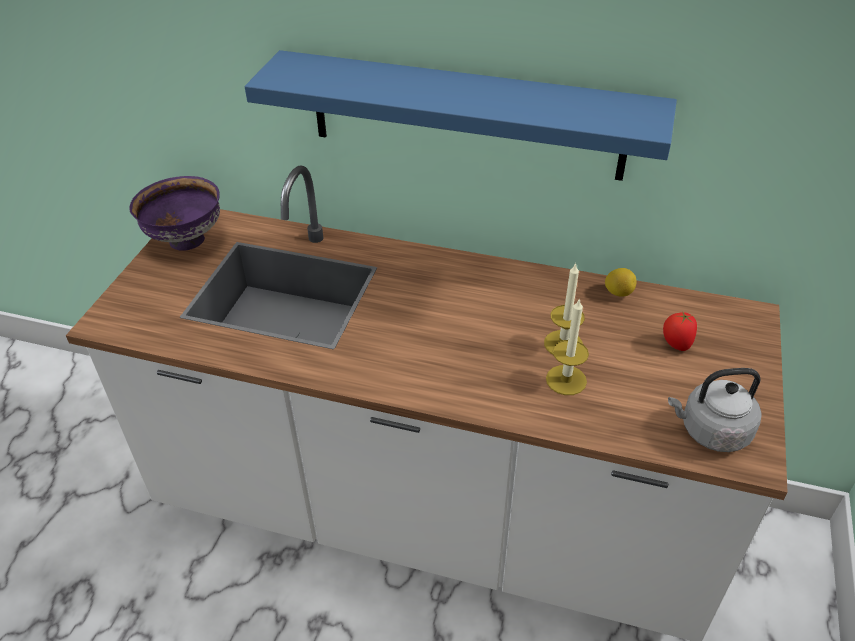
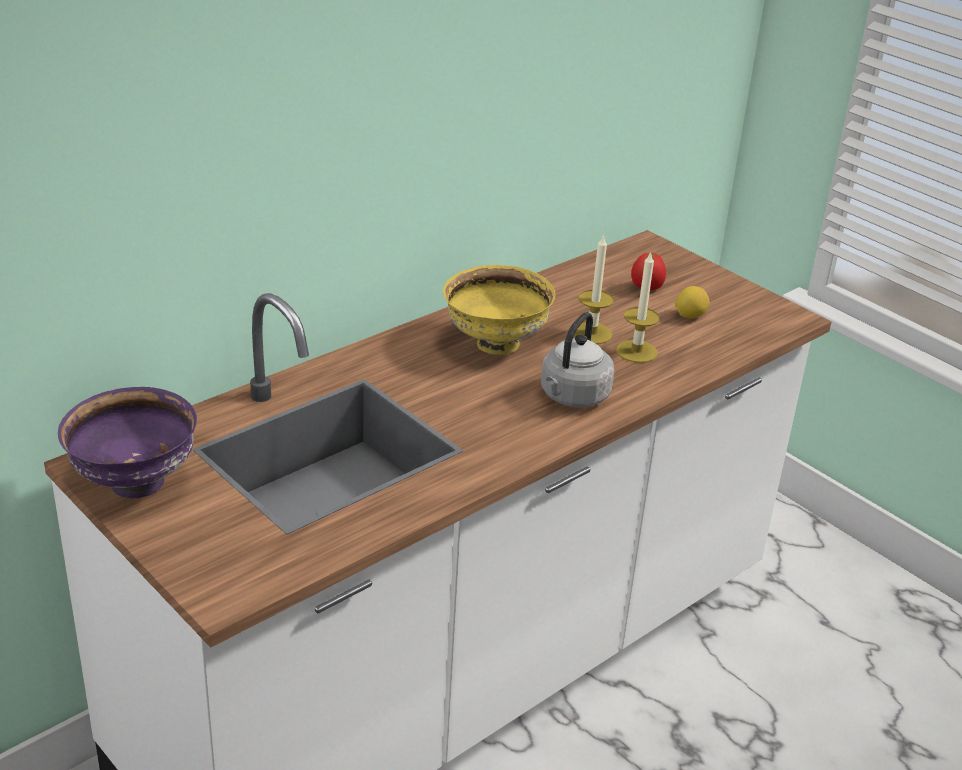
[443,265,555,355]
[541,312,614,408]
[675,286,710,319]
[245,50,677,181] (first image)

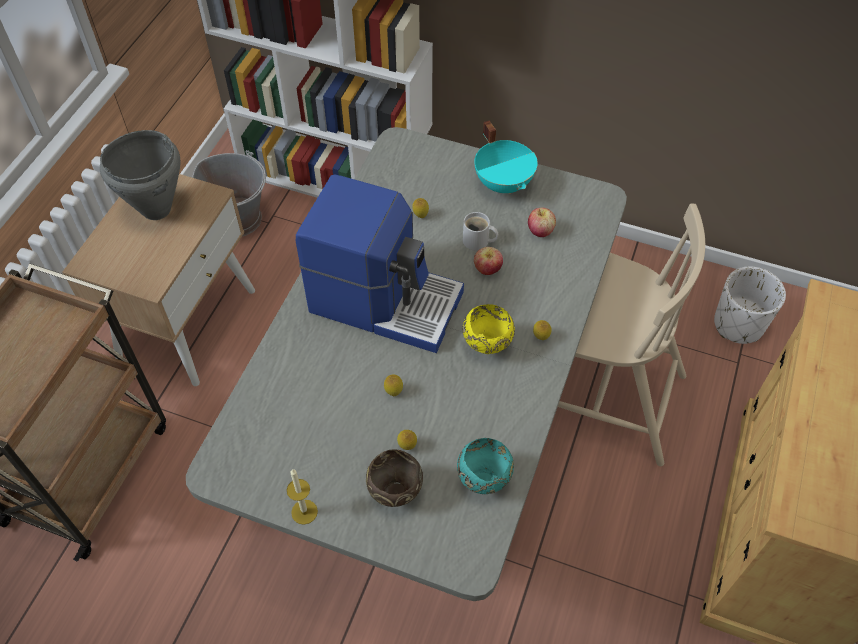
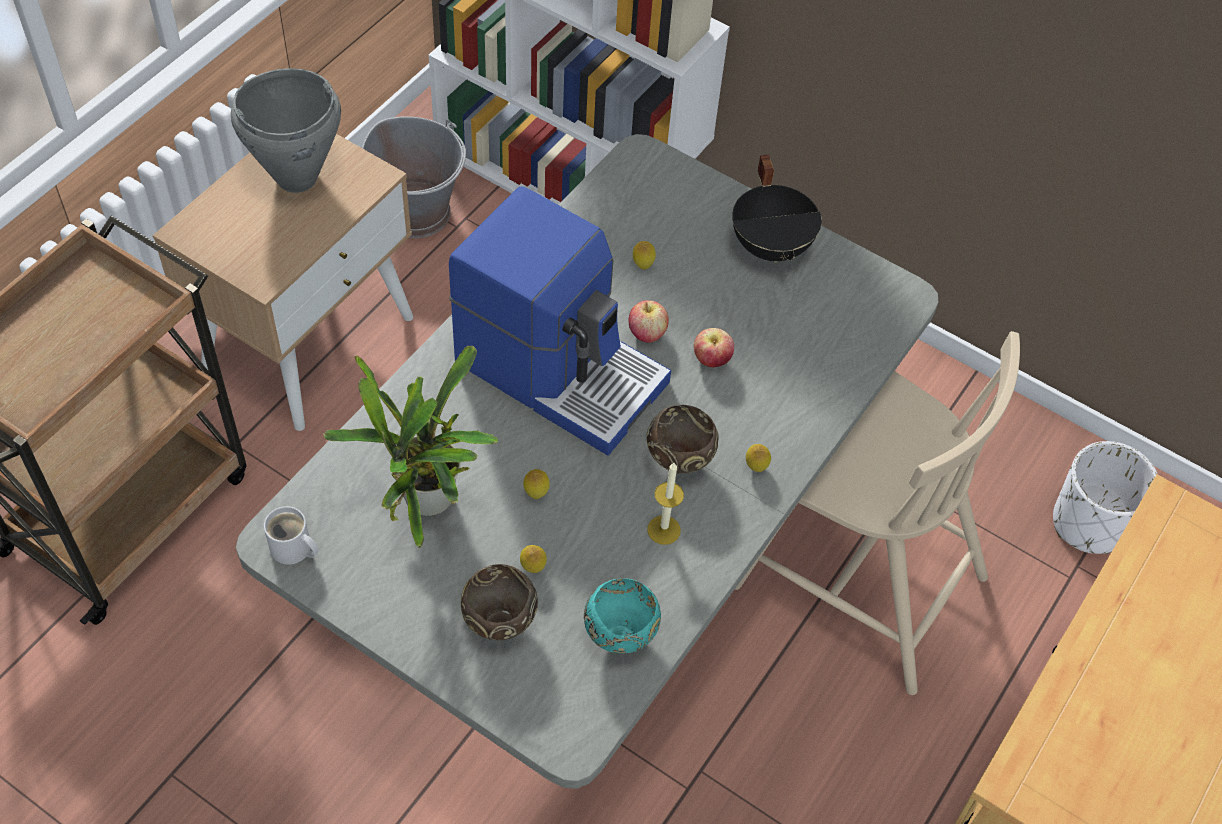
[264,506,318,565]
[323,346,498,548]
[629,300,669,343]
[647,405,719,473]
[647,463,684,545]
[732,155,822,262]

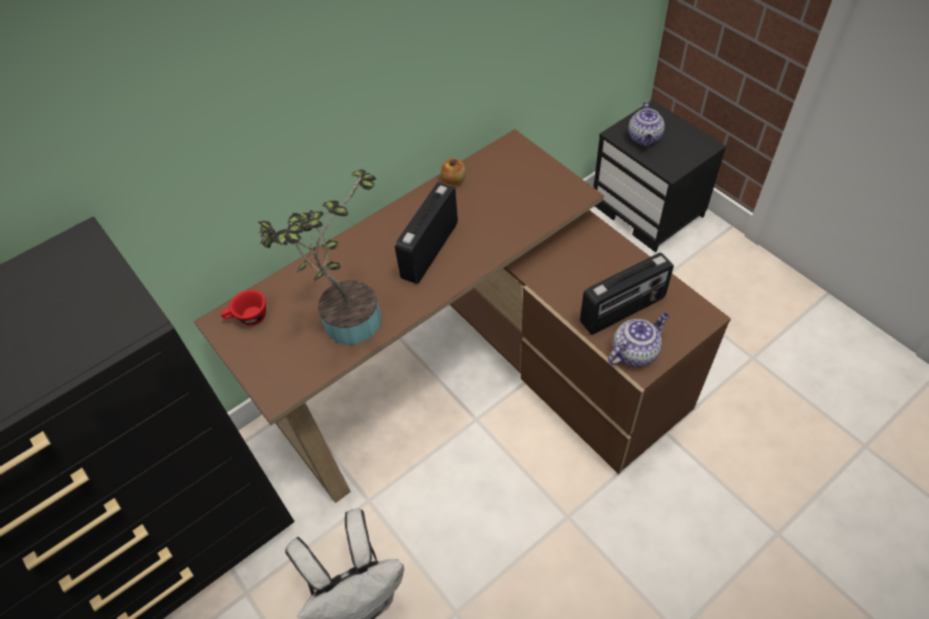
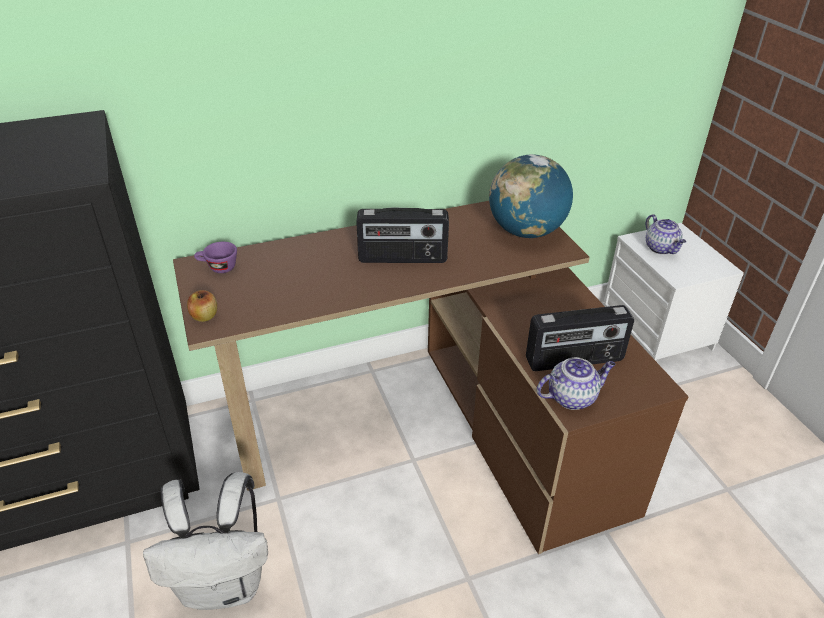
[187,290,217,322]
[194,242,237,273]
[356,208,449,263]
[489,154,573,238]
[603,223,744,361]
[646,214,686,255]
[258,169,381,345] (first image)

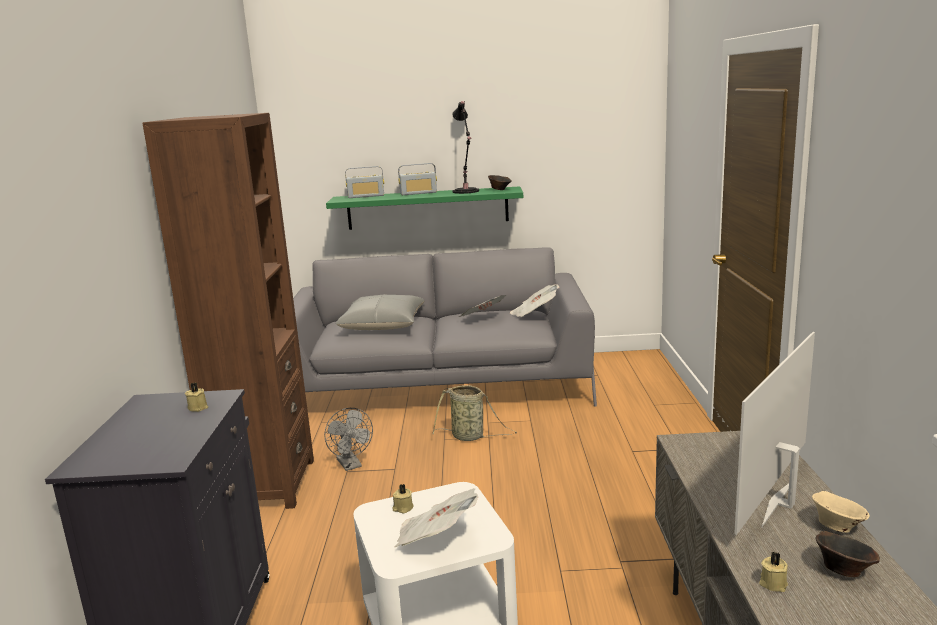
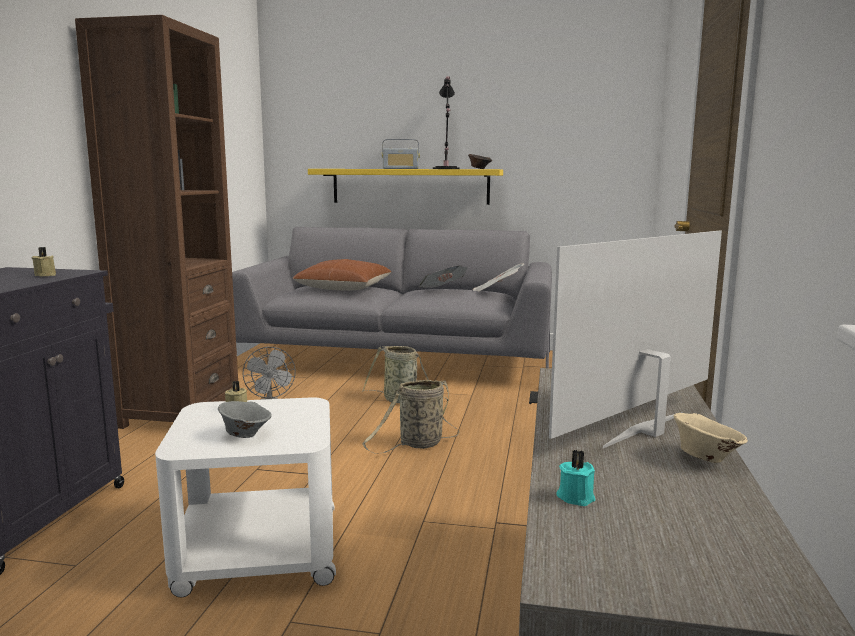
[218,401,272,438]
[293,259,391,291]
[308,169,503,205]
[362,380,460,454]
[556,450,595,506]
[345,166,384,198] (first image)
[816,531,880,577] (first image)

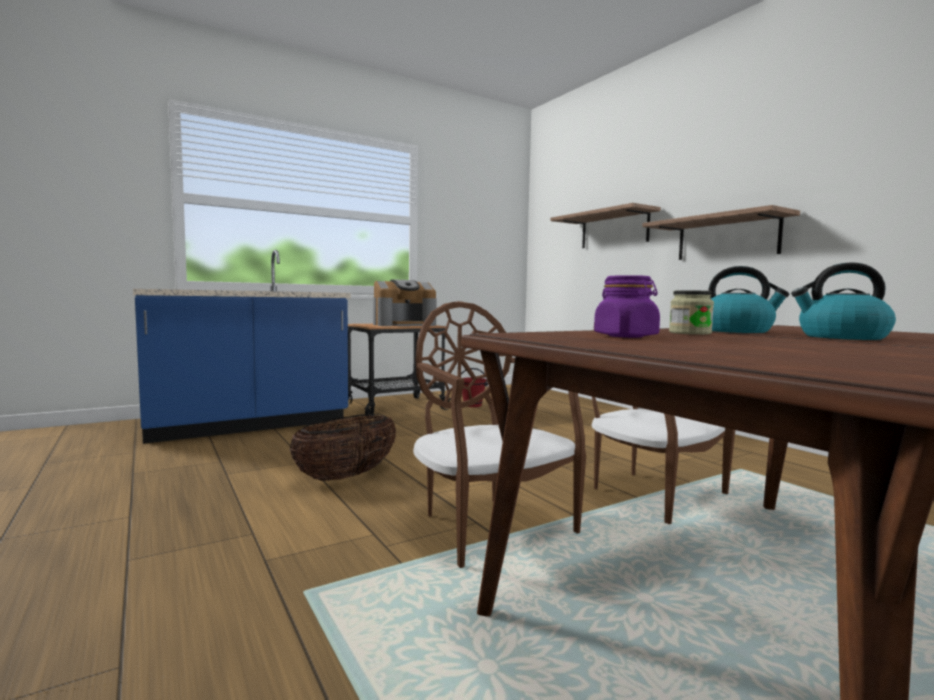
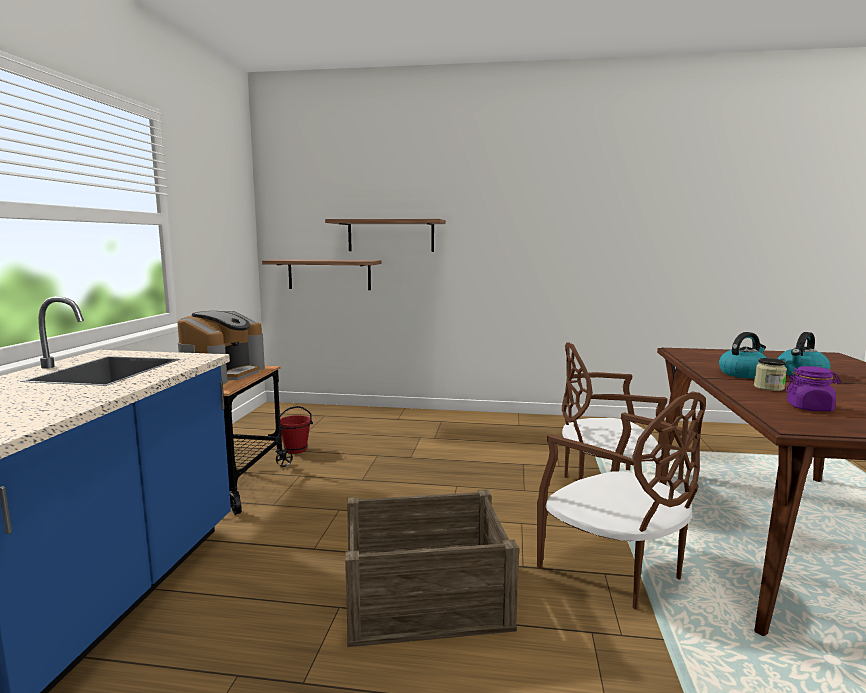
[262,259,381,290]
[345,490,519,647]
[537,391,706,609]

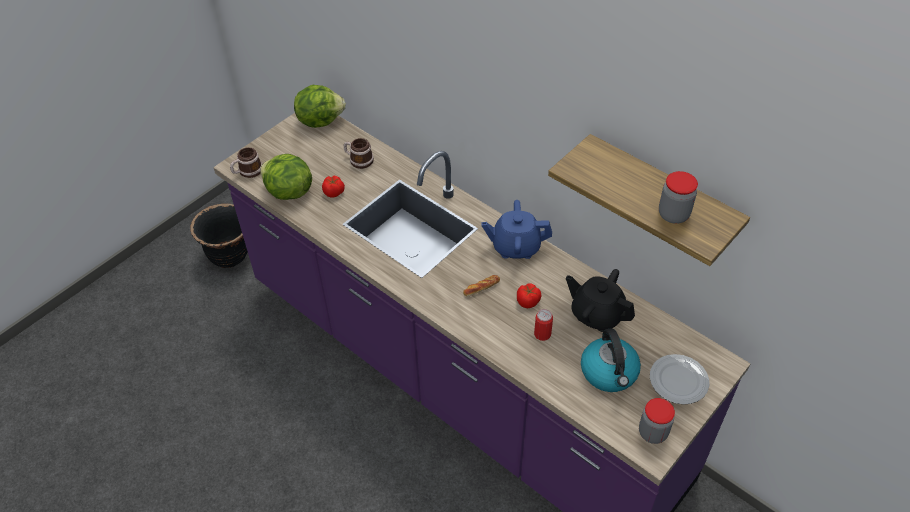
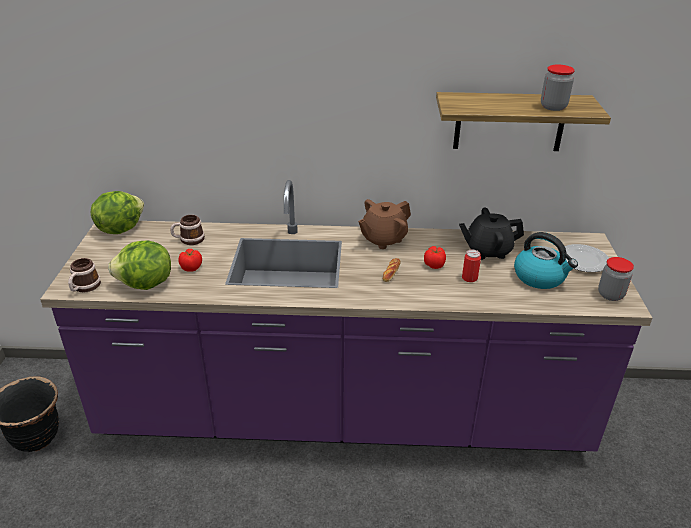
[358,199,411,249]

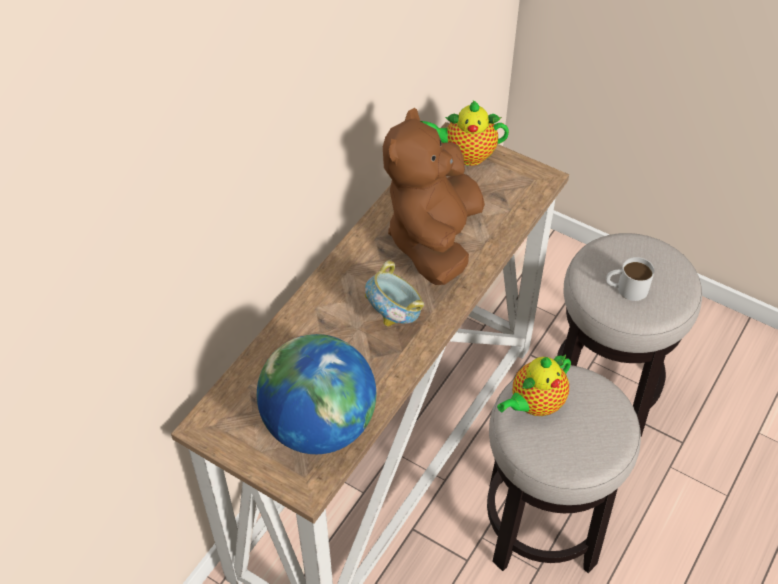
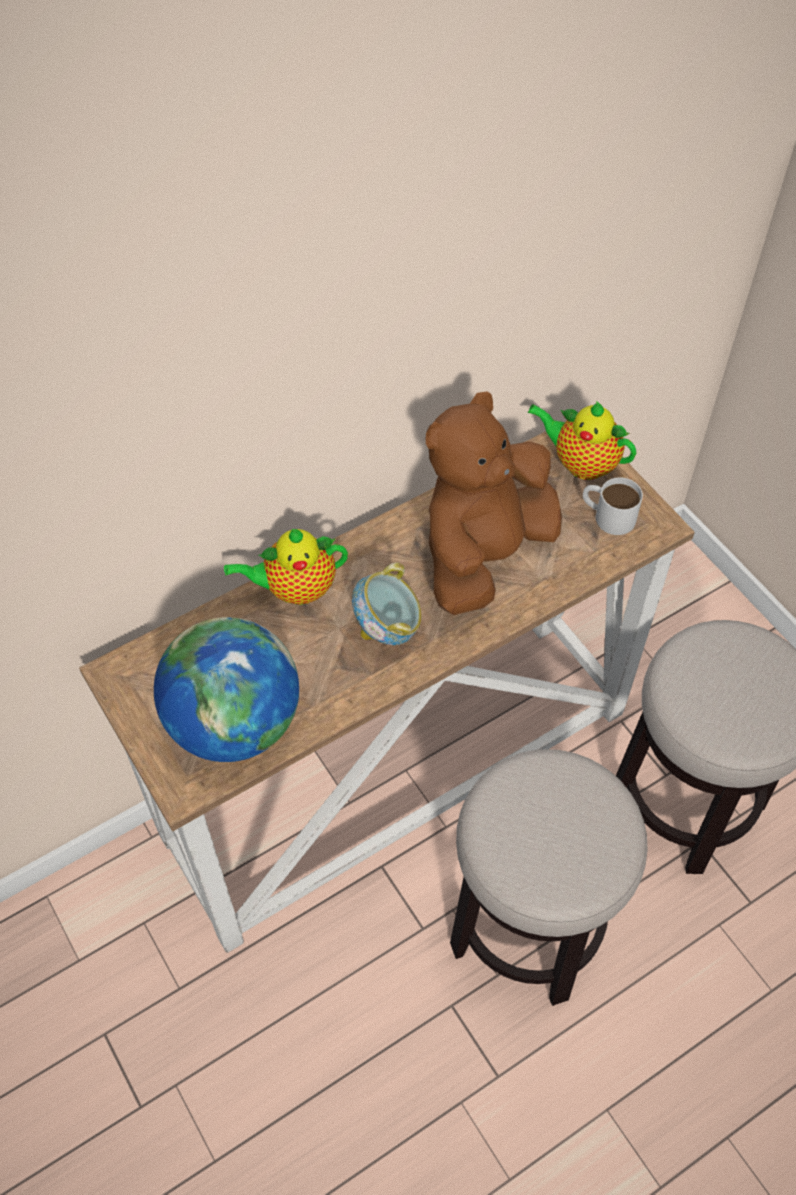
[224,529,348,605]
[583,477,643,535]

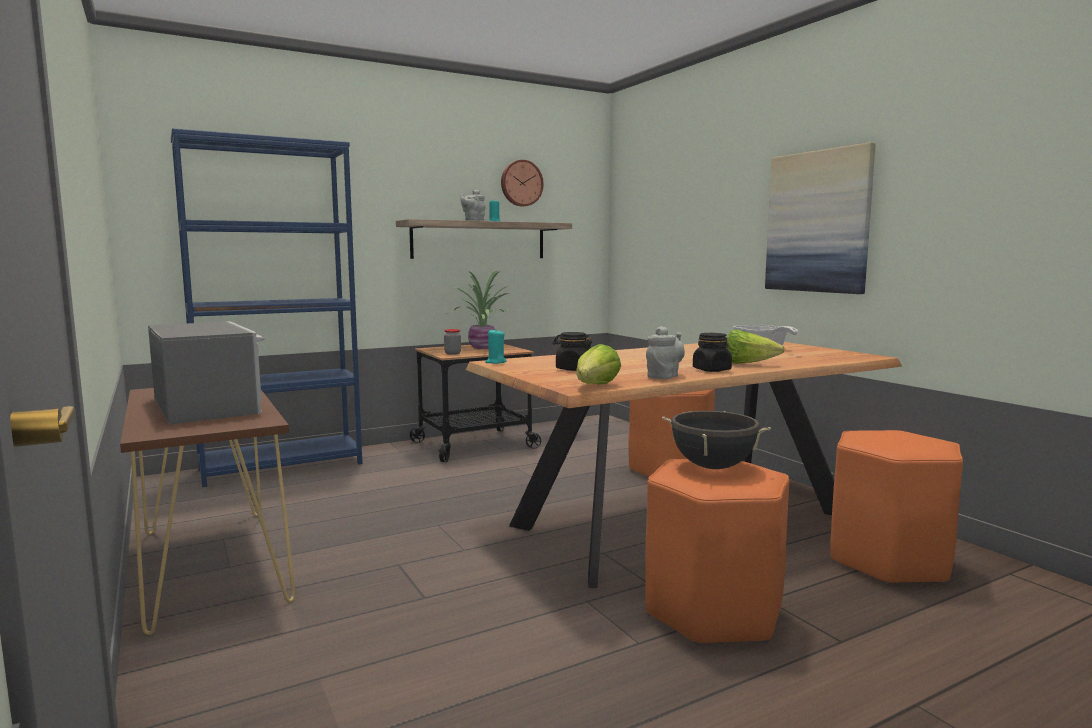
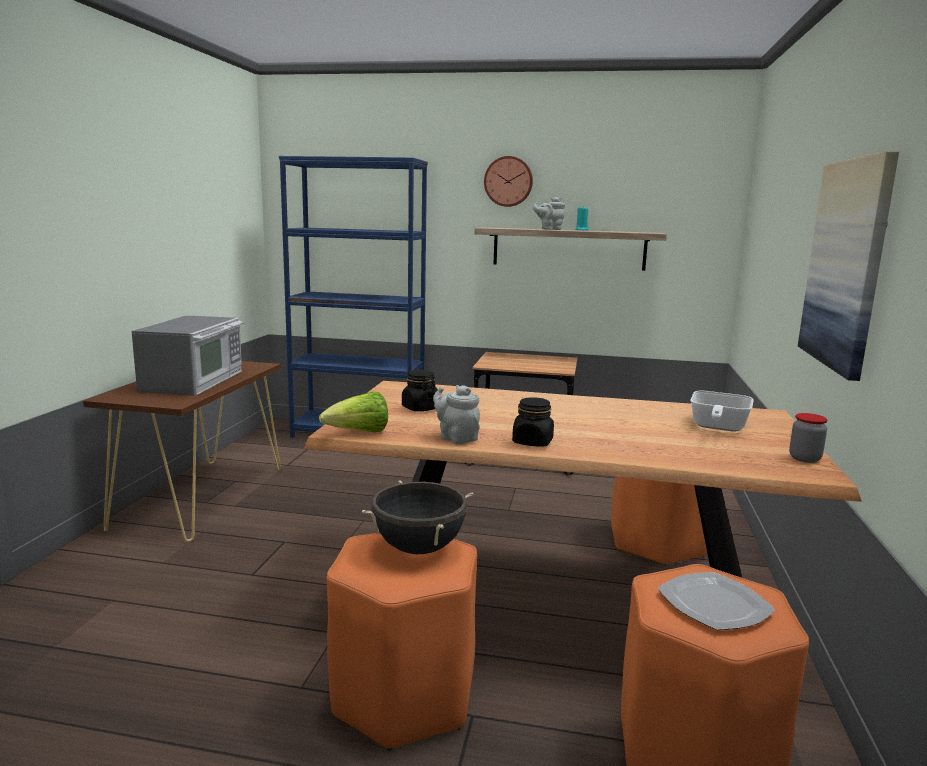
[433,385,480,444]
[484,156,533,207]
[658,572,775,630]
[789,413,827,463]
[443,271,522,349] (first image)
[485,329,507,364] (first image)
[727,330,785,364] (first image)

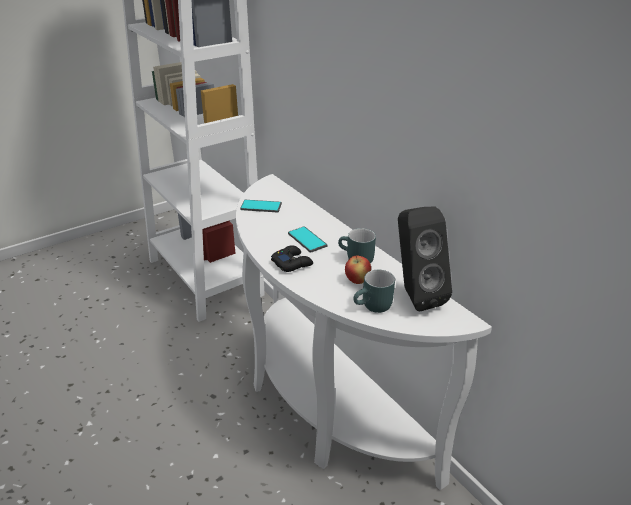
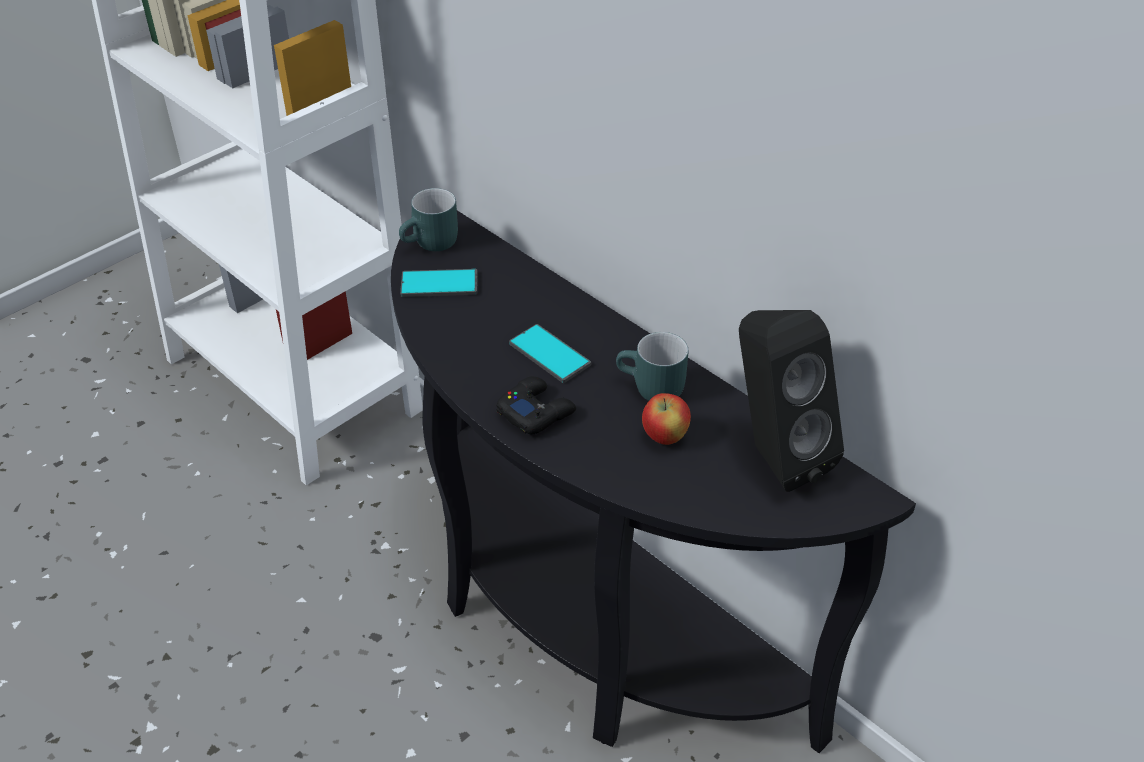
[391,211,916,753]
[399,188,458,251]

